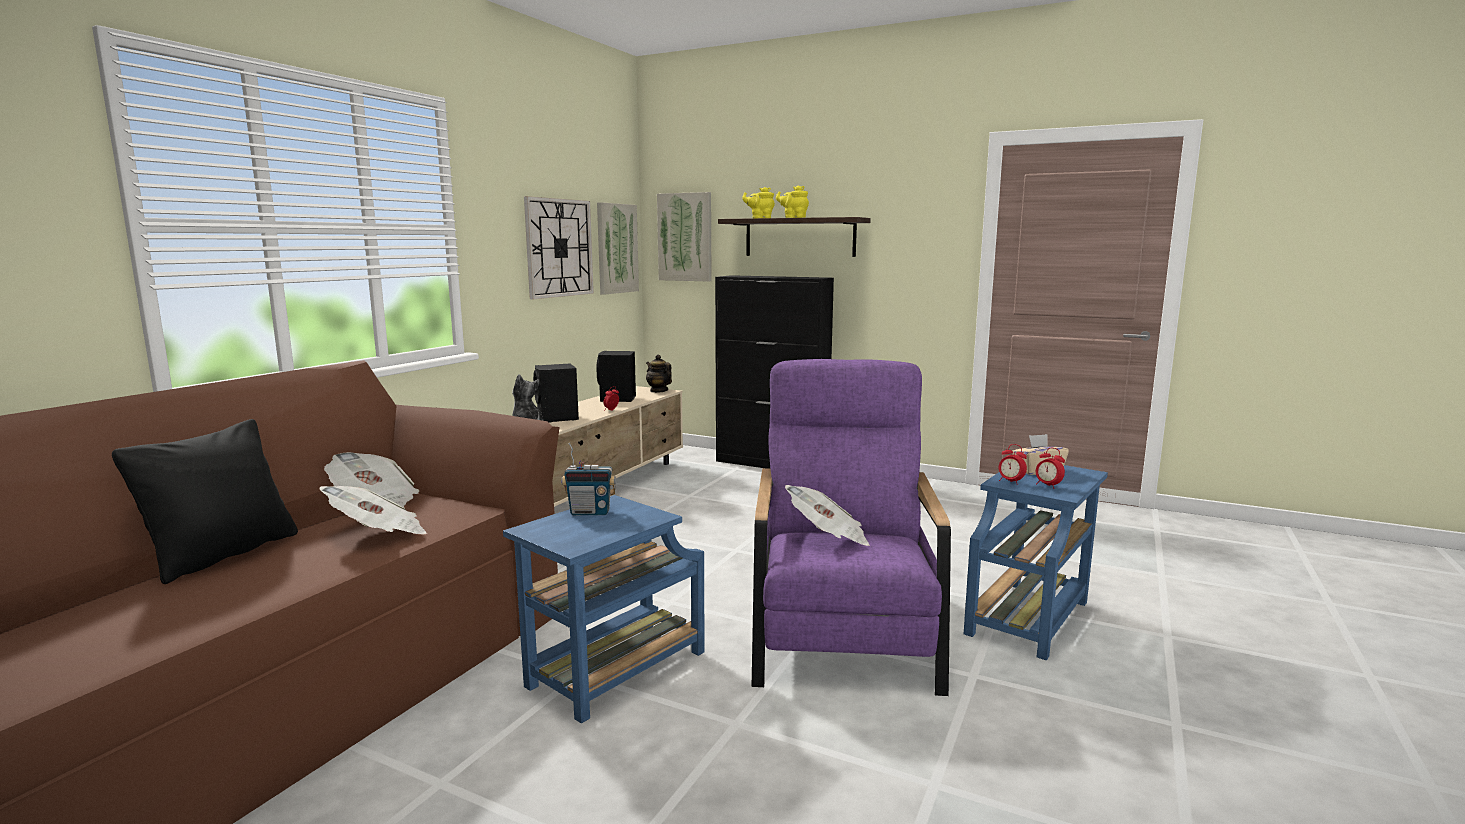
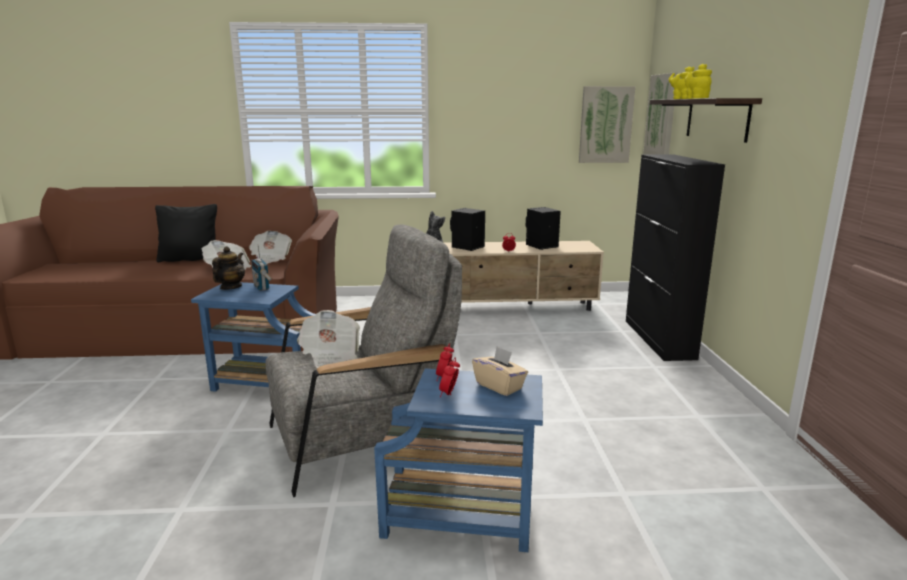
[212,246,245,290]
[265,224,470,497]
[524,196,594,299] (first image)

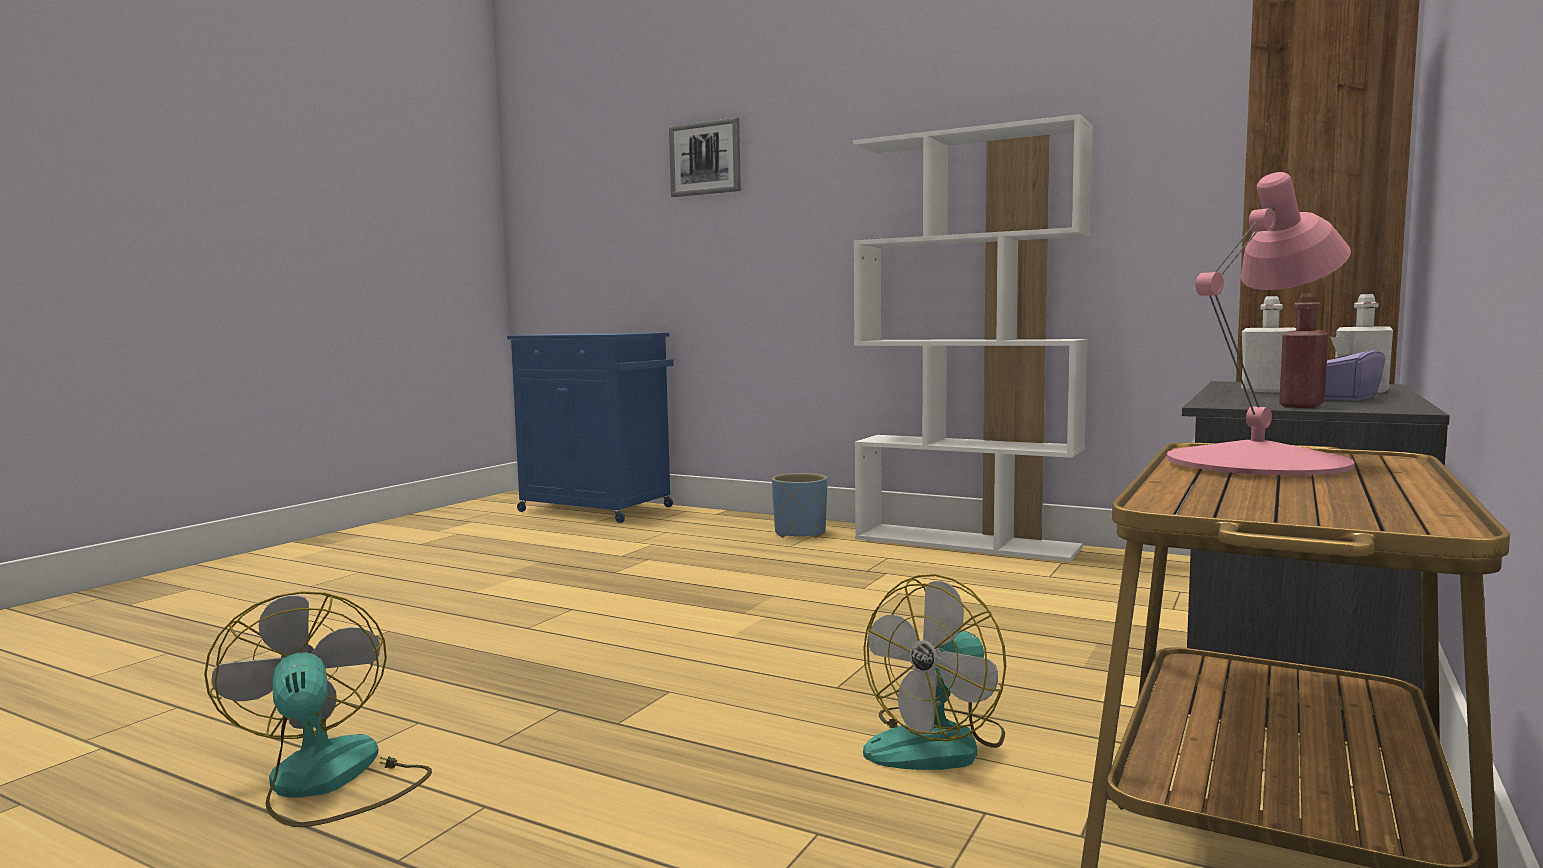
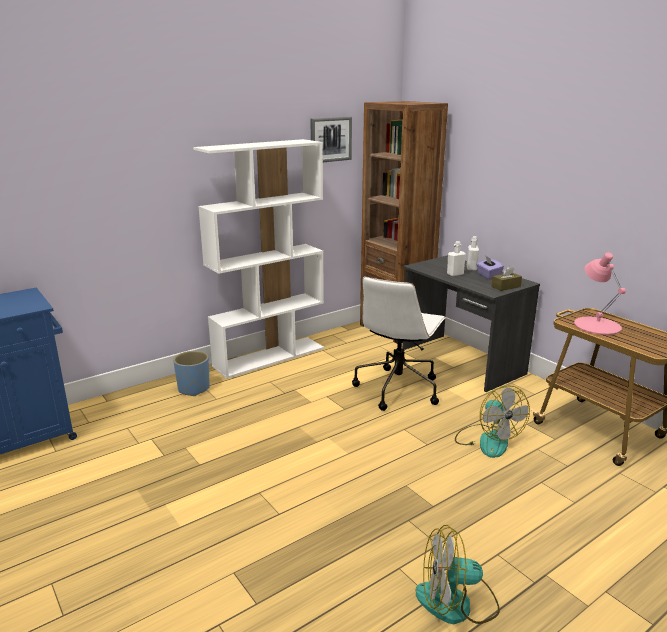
[311,117,352,162]
[352,276,446,411]
[491,266,522,291]

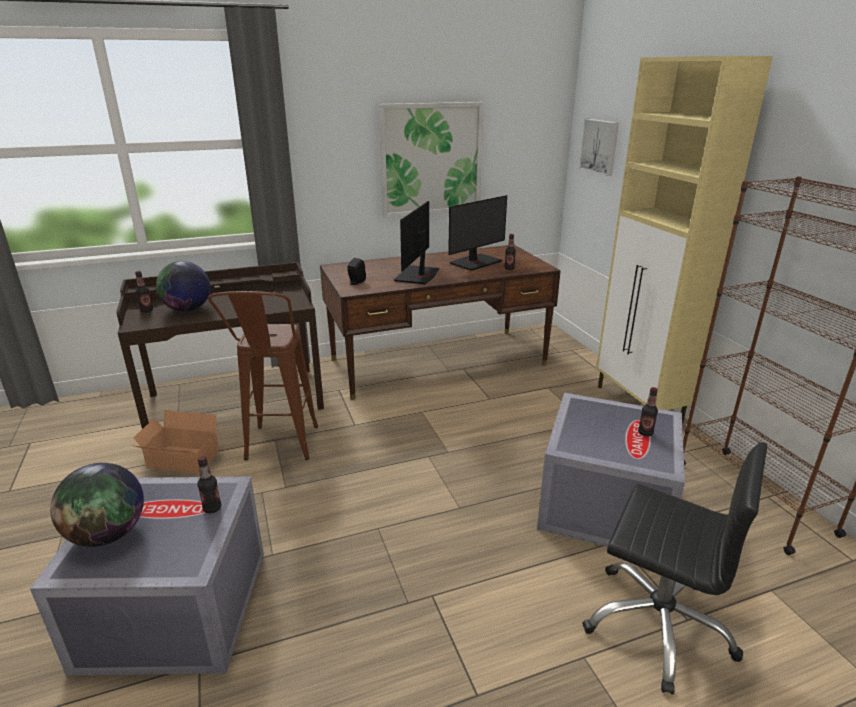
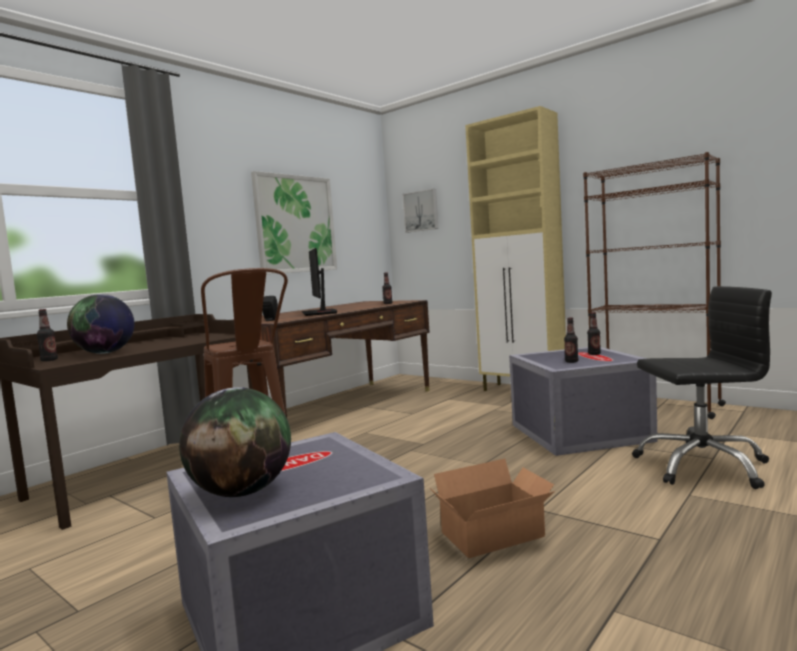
[430,459,555,558]
[564,318,578,363]
[448,195,507,271] (first image)

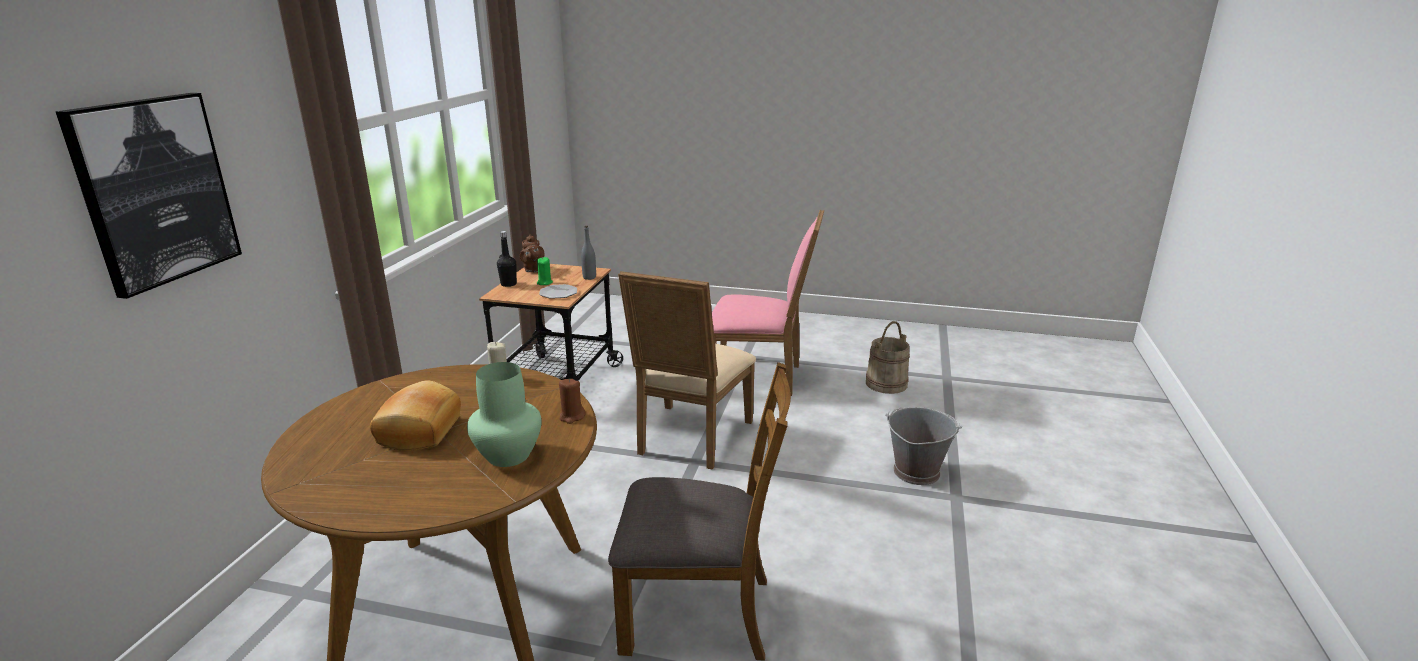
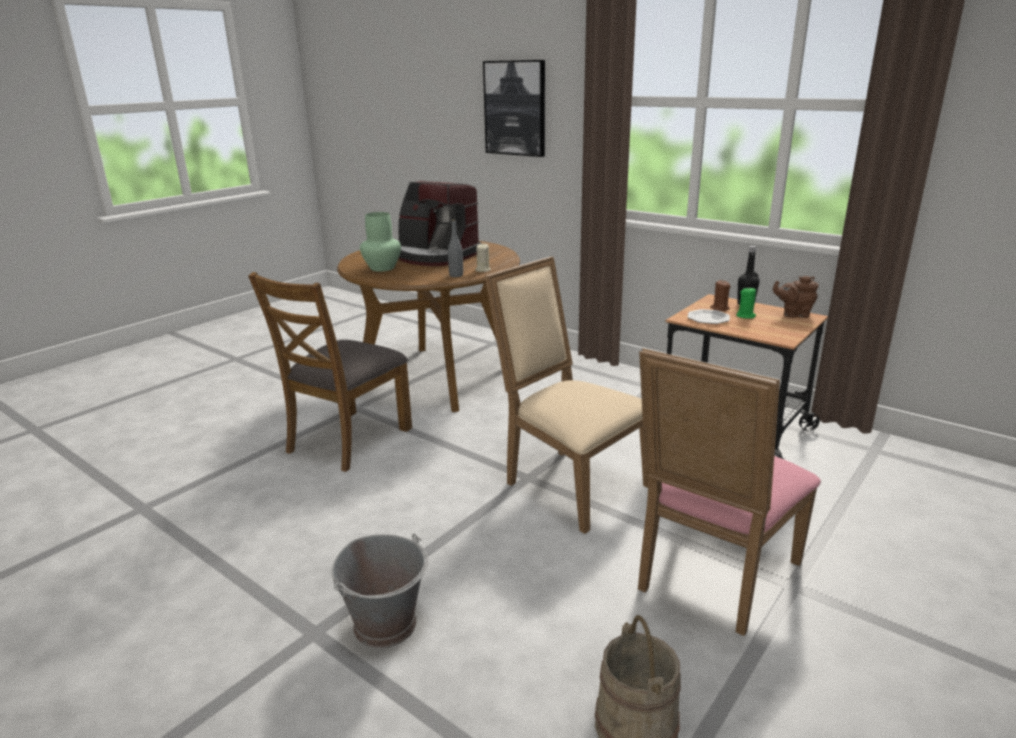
[398,181,482,266]
[448,219,463,277]
[710,280,731,311]

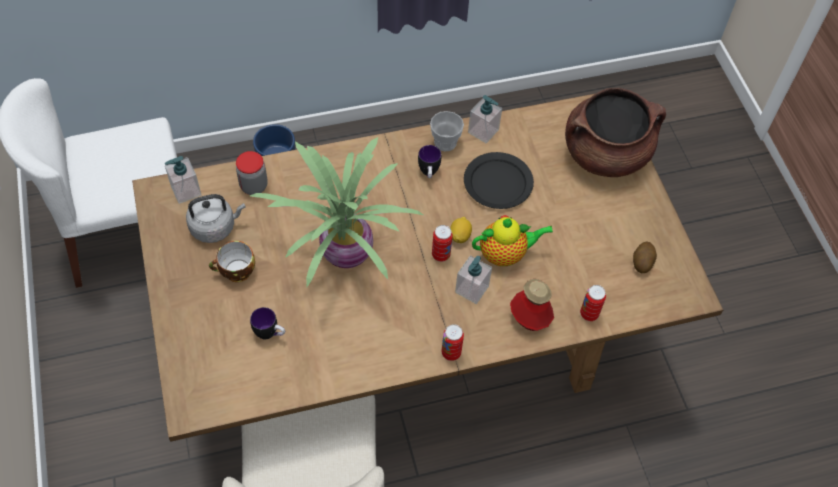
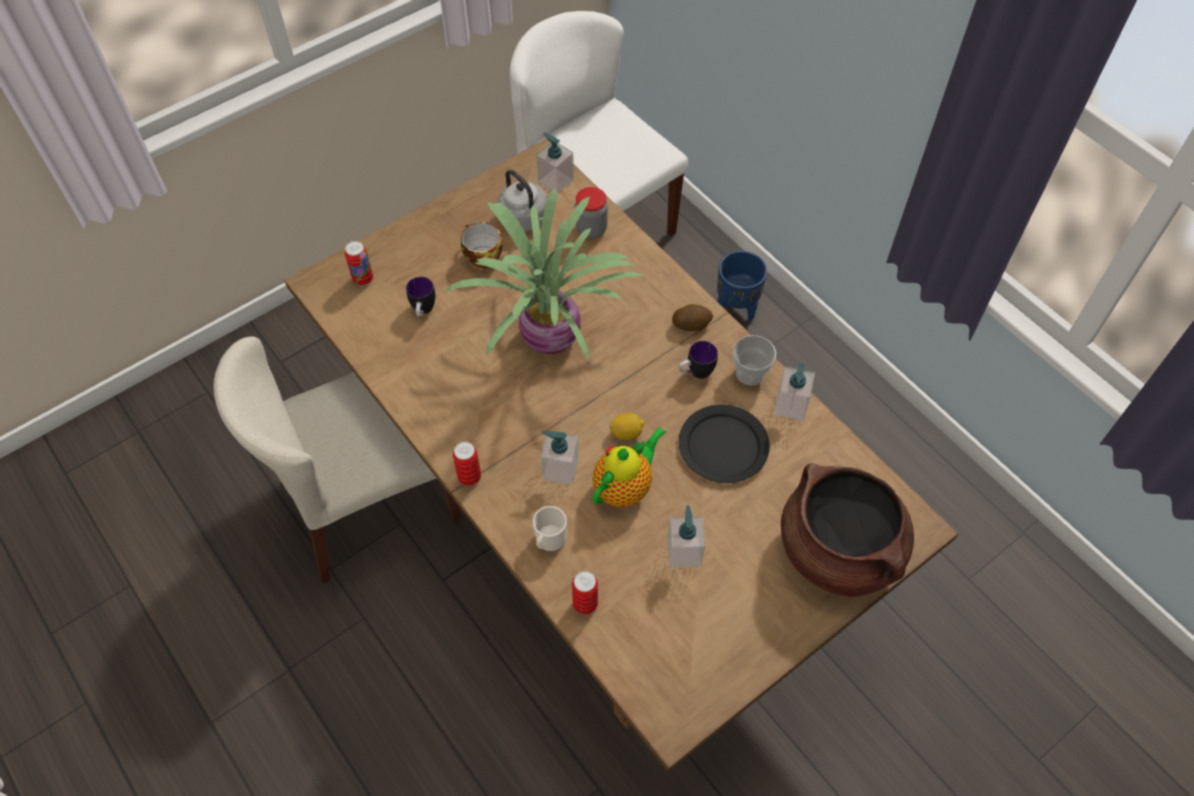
[345,241,373,286]
[533,506,567,551]
[593,426,666,507]
[667,505,705,568]
[672,304,713,331]

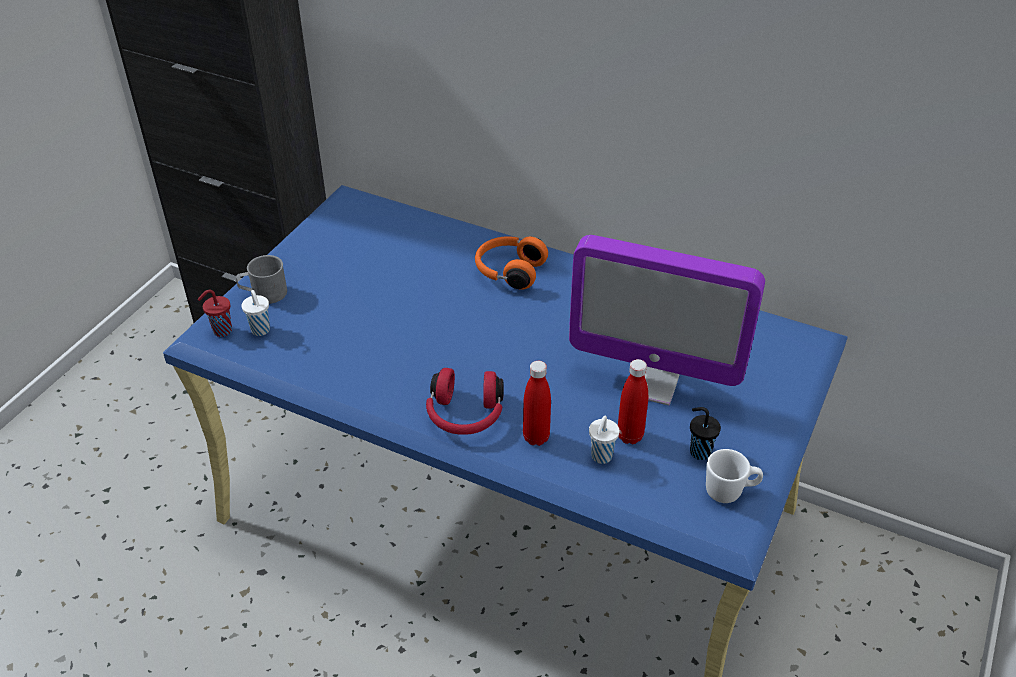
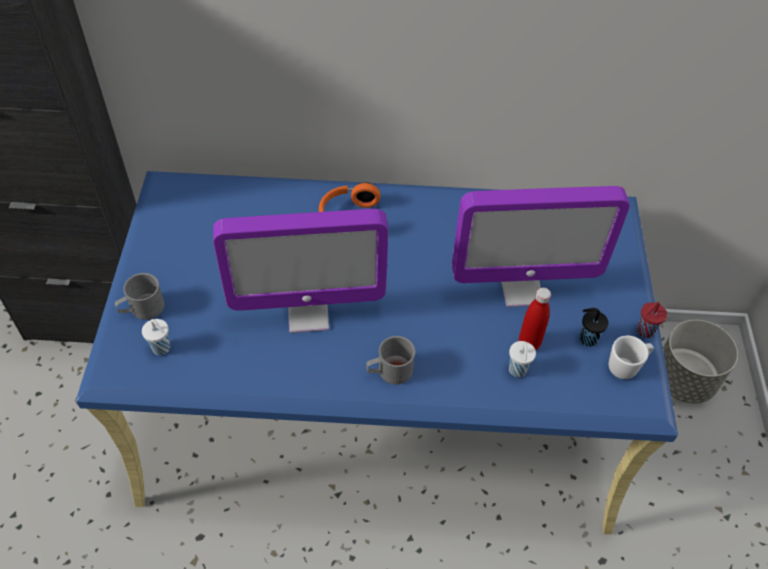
[213,209,388,333]
[366,336,415,384]
[637,302,667,338]
[663,320,738,403]
[523,361,551,446] (first image)

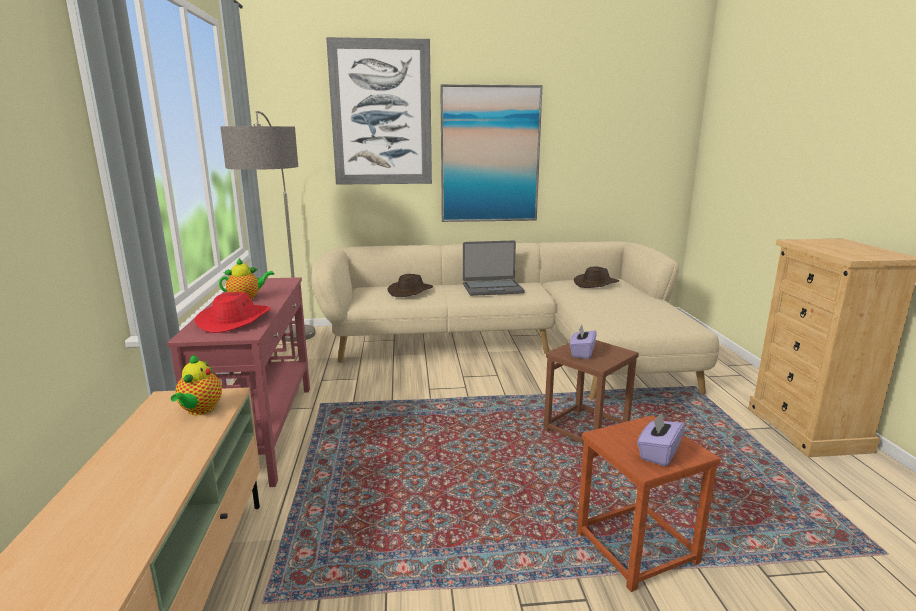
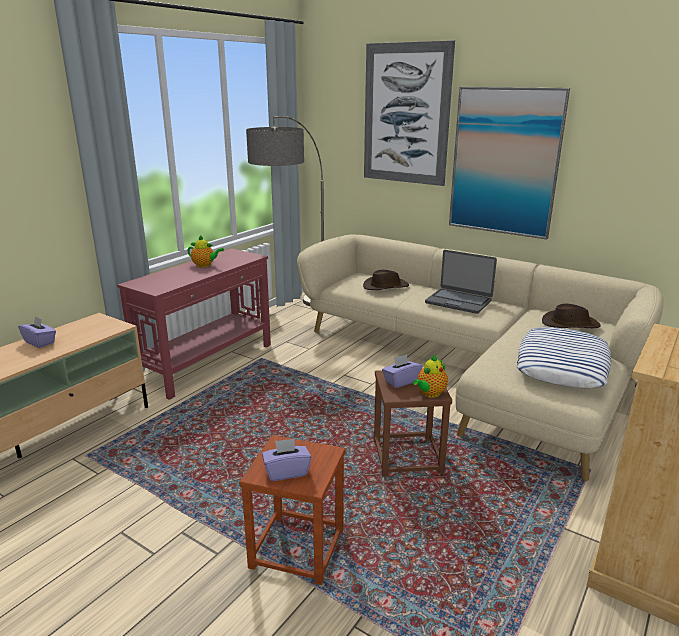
[18,316,56,348]
[413,355,448,398]
[517,327,611,388]
[194,292,270,333] (first image)

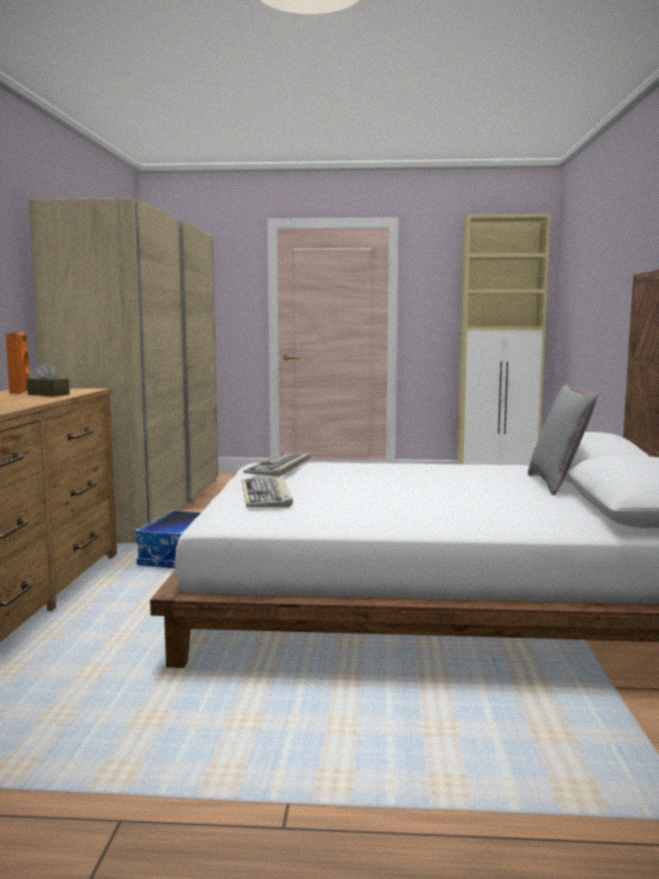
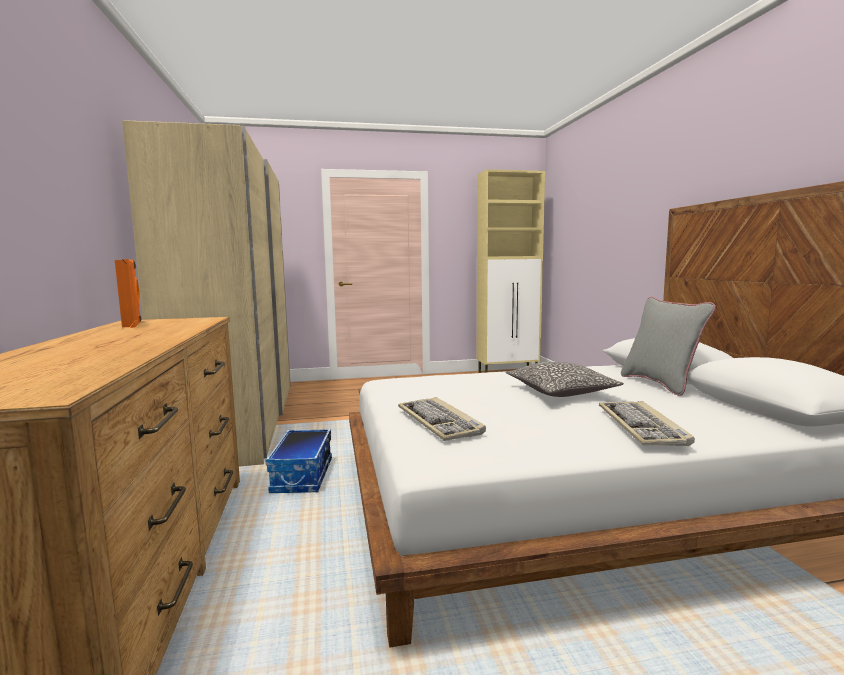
[506,362,624,397]
[599,401,695,446]
[27,362,70,396] (first image)

